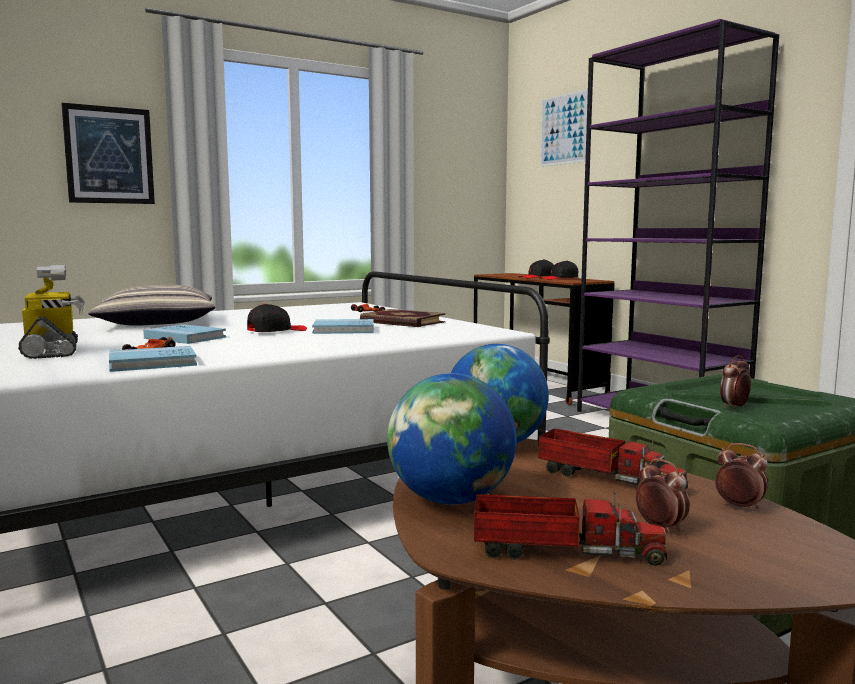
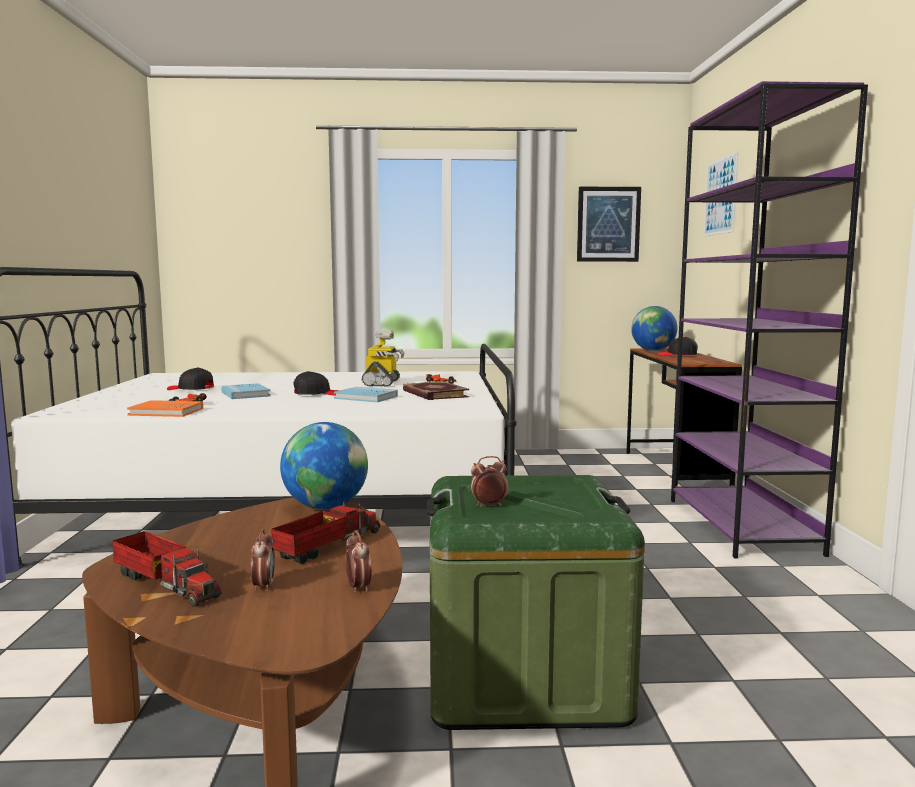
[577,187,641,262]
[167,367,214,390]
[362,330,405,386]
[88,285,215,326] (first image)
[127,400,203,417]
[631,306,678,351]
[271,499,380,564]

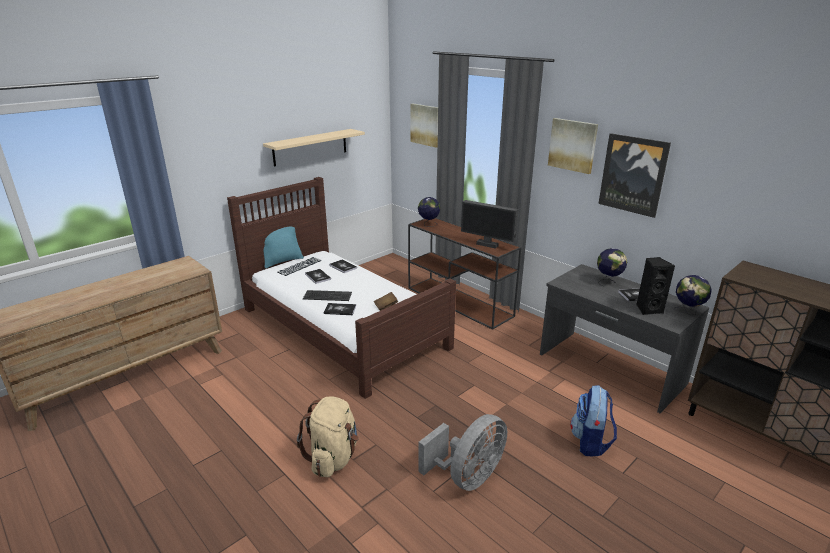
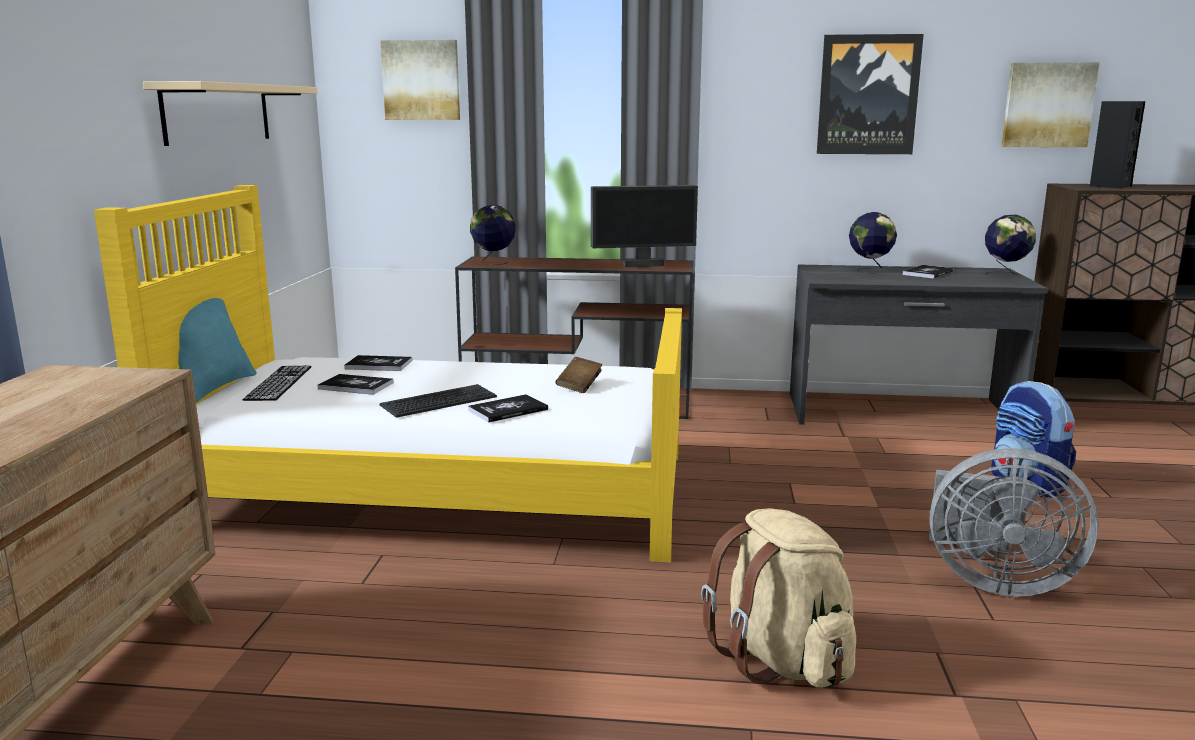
[1001,62,1100,147]
[94,185,682,562]
[1090,101,1145,189]
[929,448,1098,596]

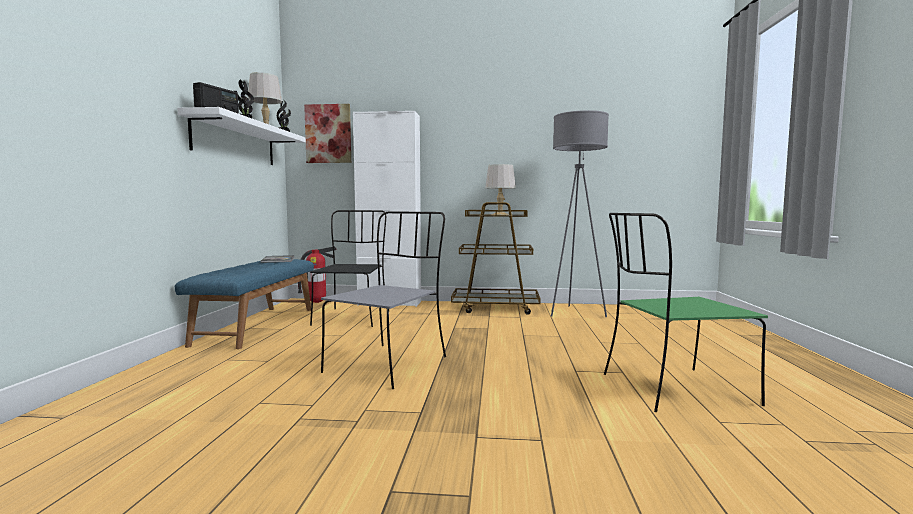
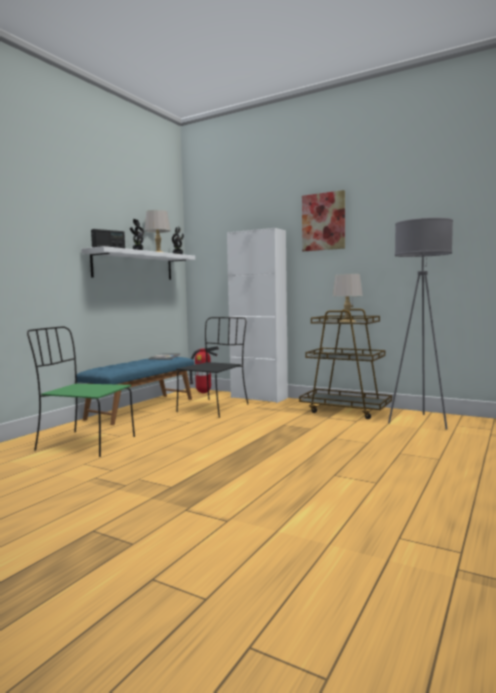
[302,190,345,251]
[321,212,446,389] (first image)
[27,326,135,457]

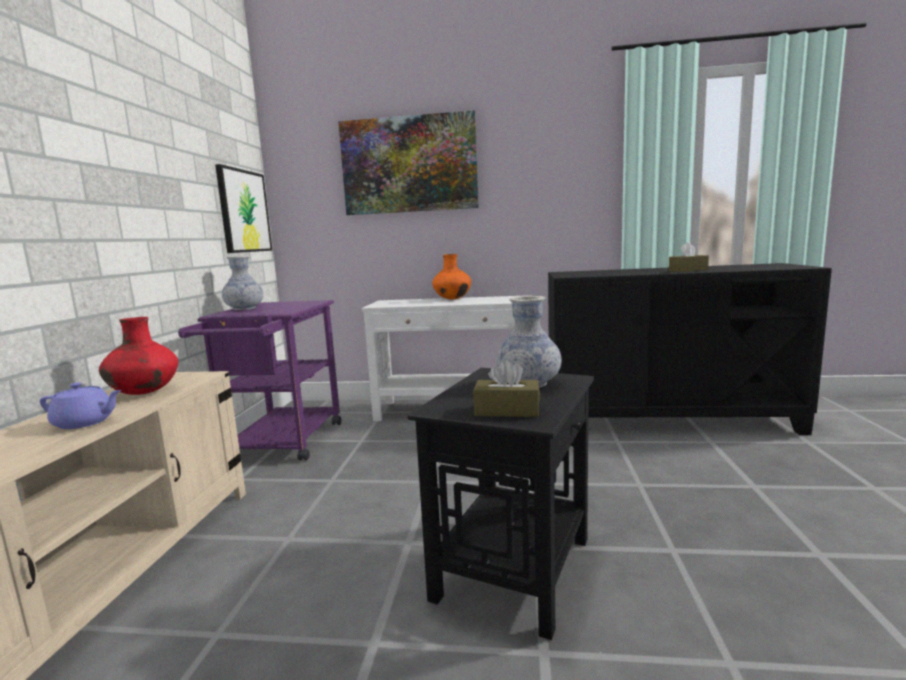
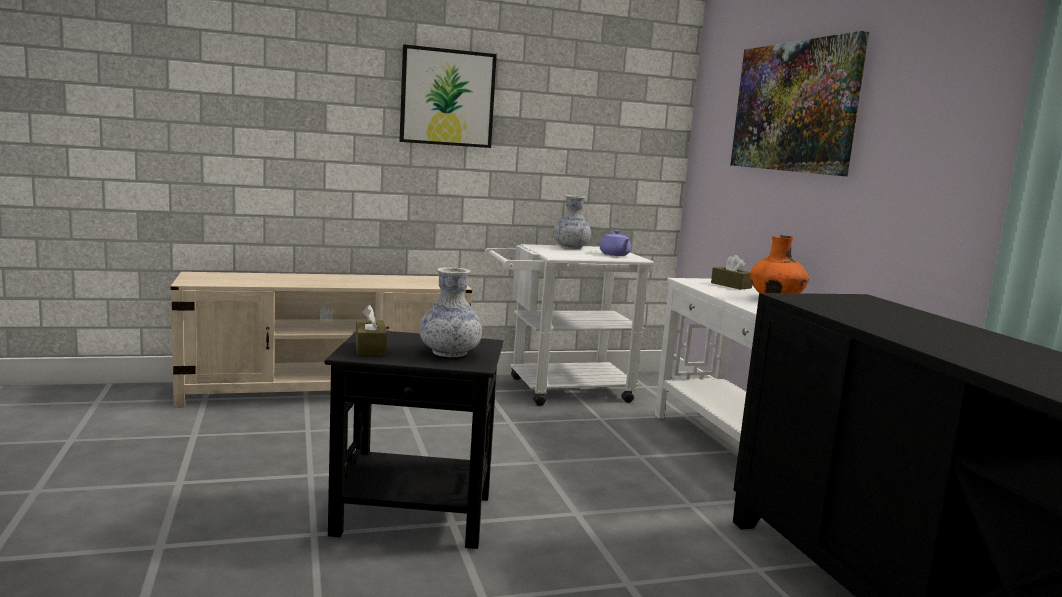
[399,44,497,148]
[711,255,752,290]
[485,244,654,406]
[99,317,178,395] (first image)
[600,230,631,256]

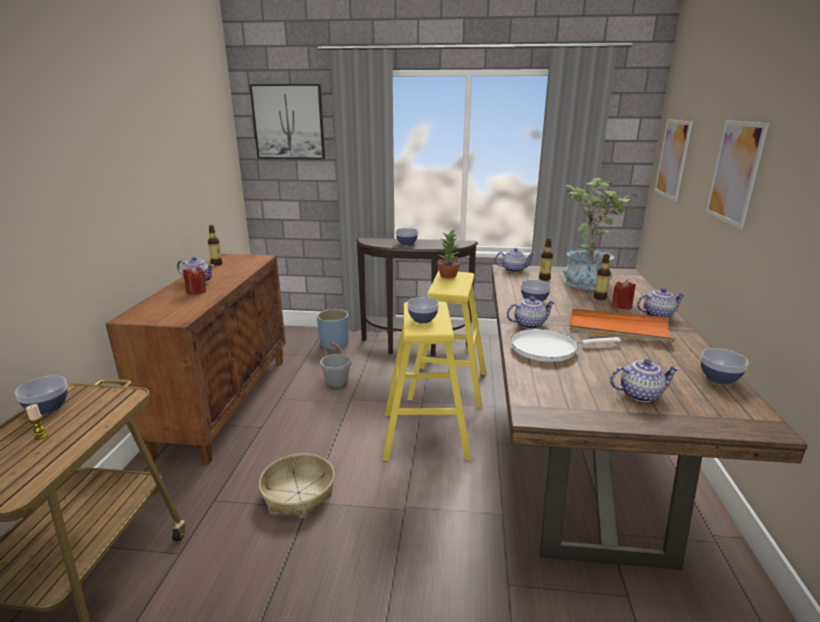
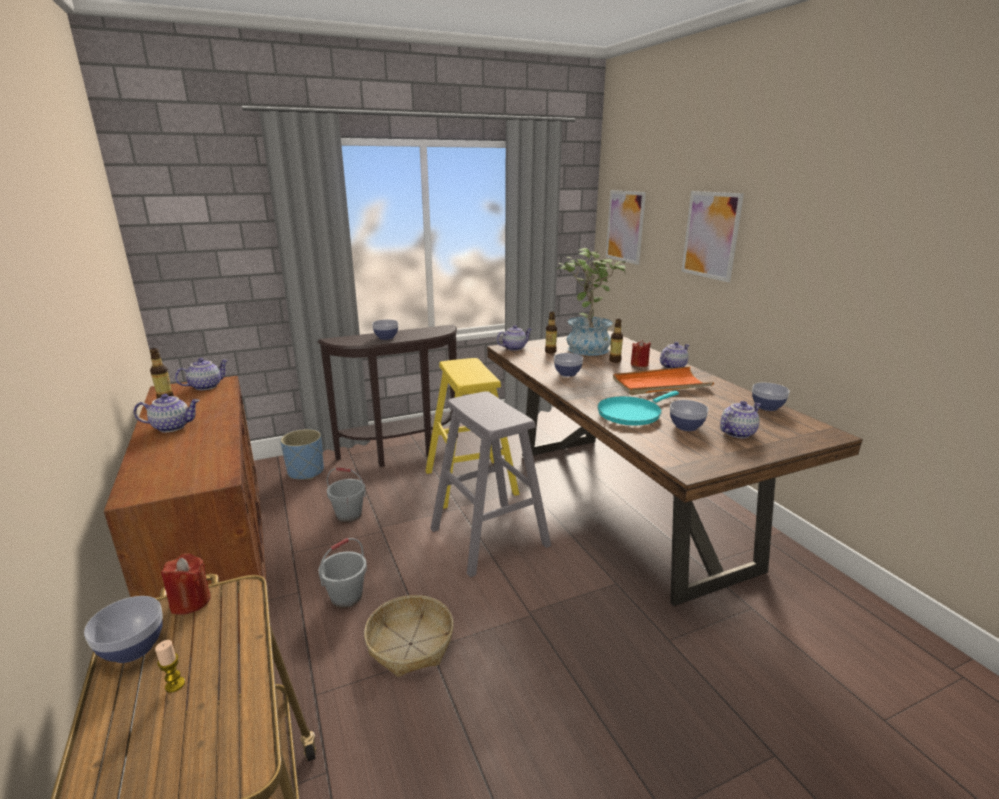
[249,84,325,159] (first image)
[437,229,460,278] (first image)
[161,553,211,615]
[175,358,228,390]
[670,400,709,431]
[430,391,551,577]
[597,391,679,426]
[319,538,367,608]

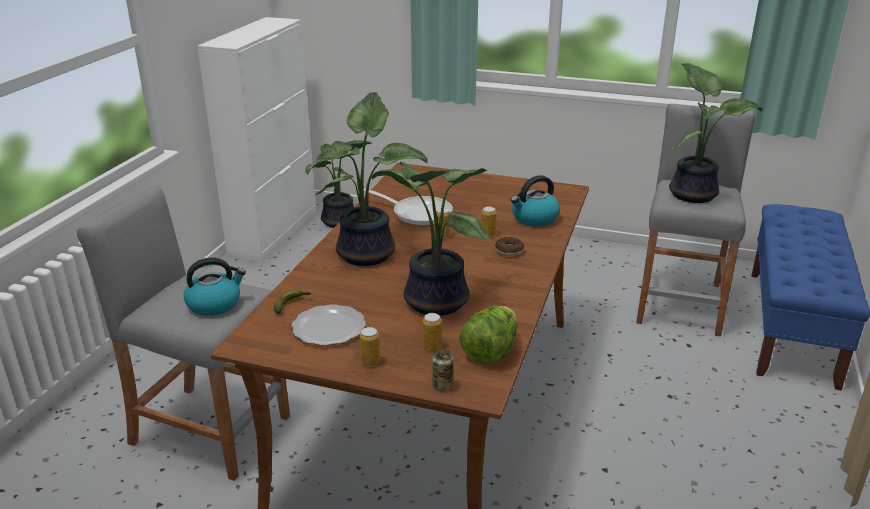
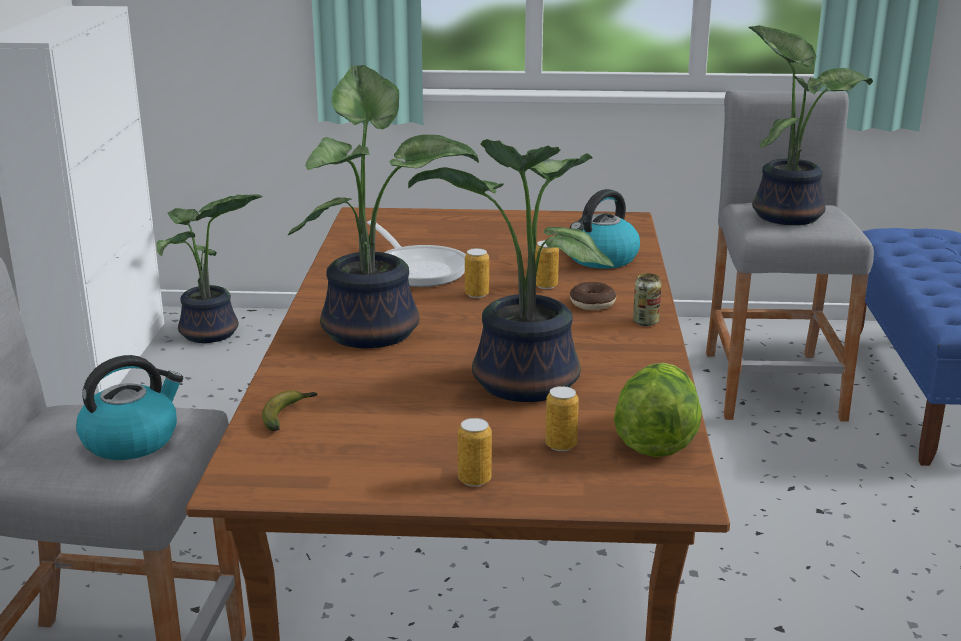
[367,220,466,287]
[292,304,366,346] (first image)
[633,273,662,326]

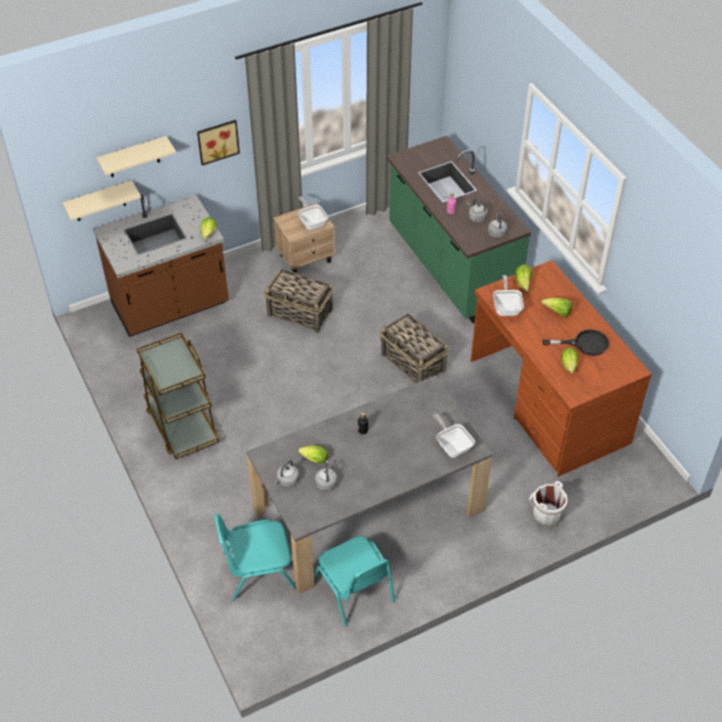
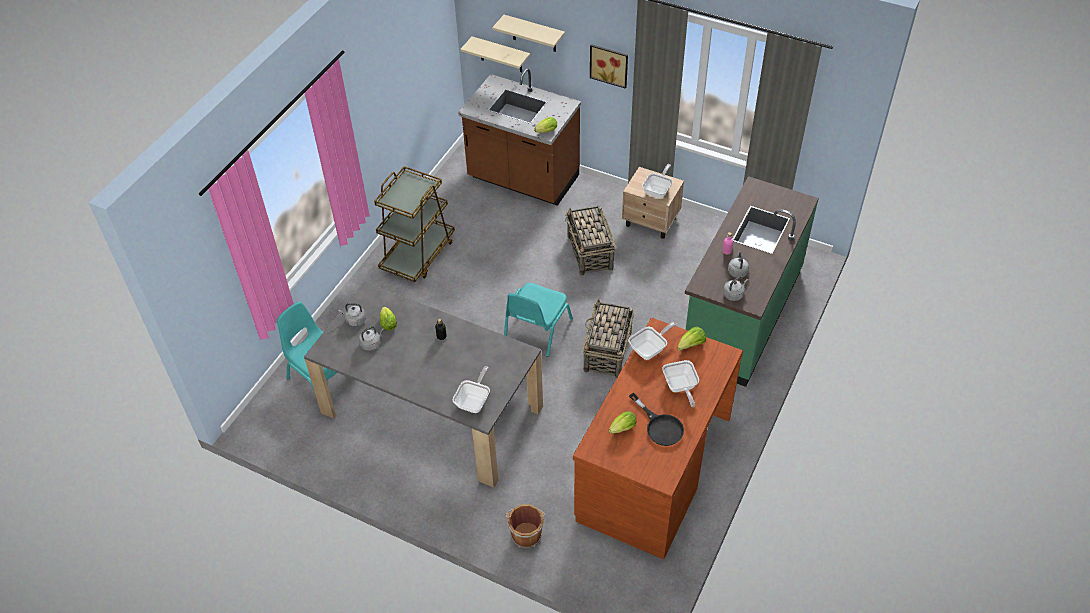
[662,360,699,407]
[506,504,545,548]
[504,283,573,357]

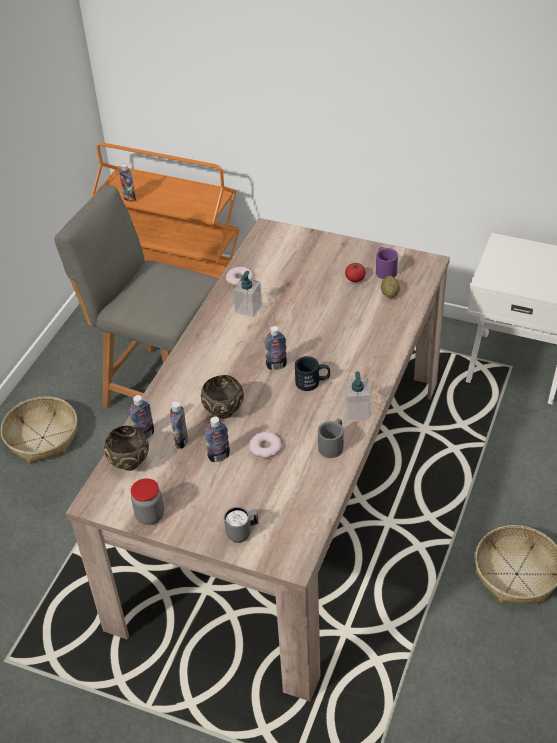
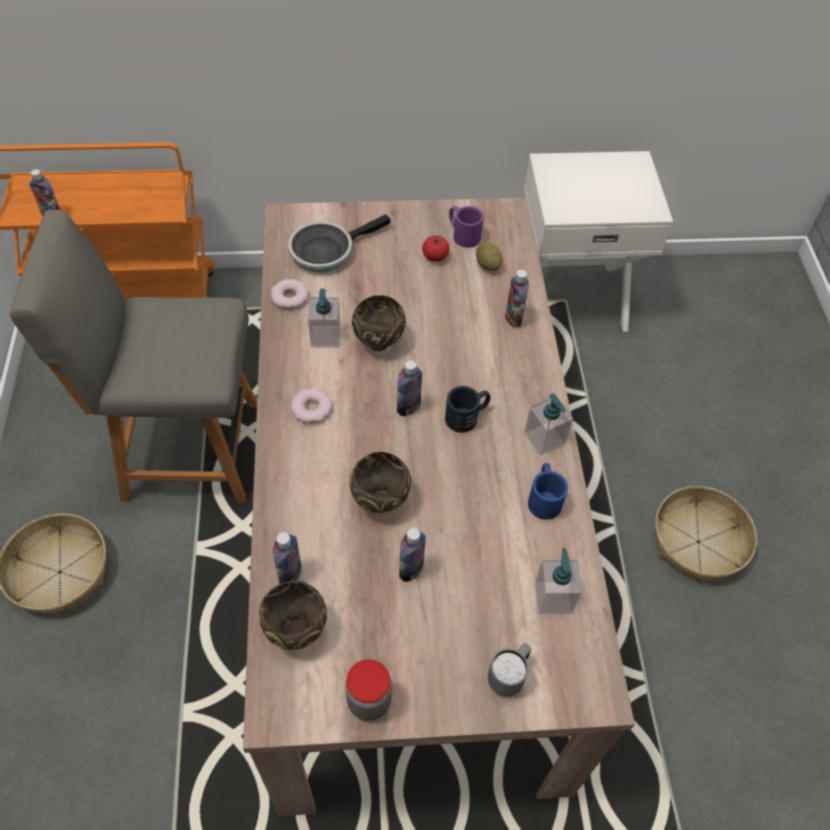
[505,270,529,328]
[528,463,568,520]
[290,388,333,423]
[288,214,391,272]
[352,295,406,351]
[535,548,582,614]

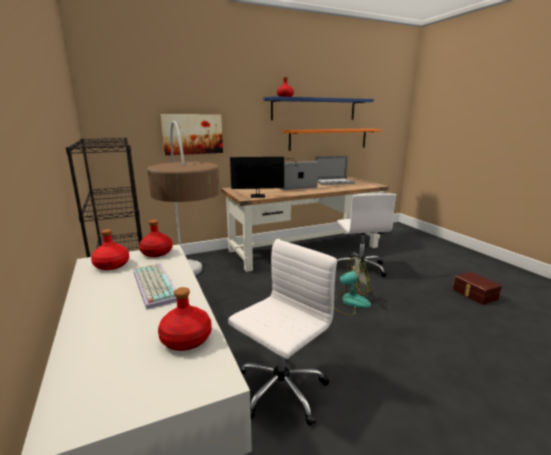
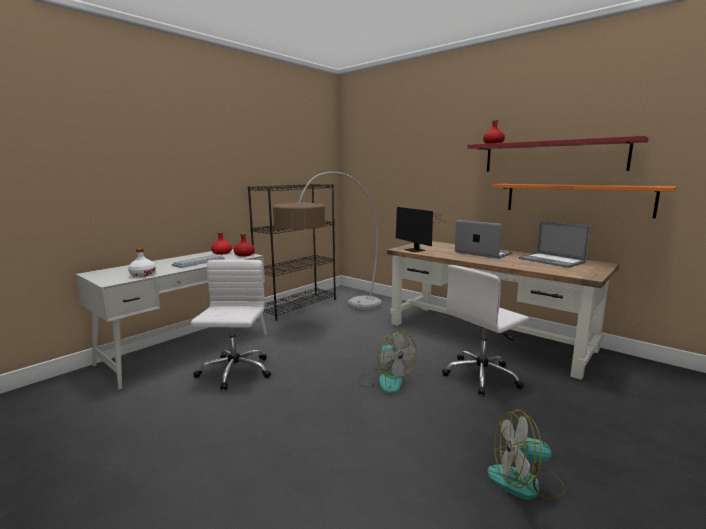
[467,136,649,171]
[161,114,223,155] (first image)
[191,260,271,390]
[487,409,566,500]
[128,248,156,277]

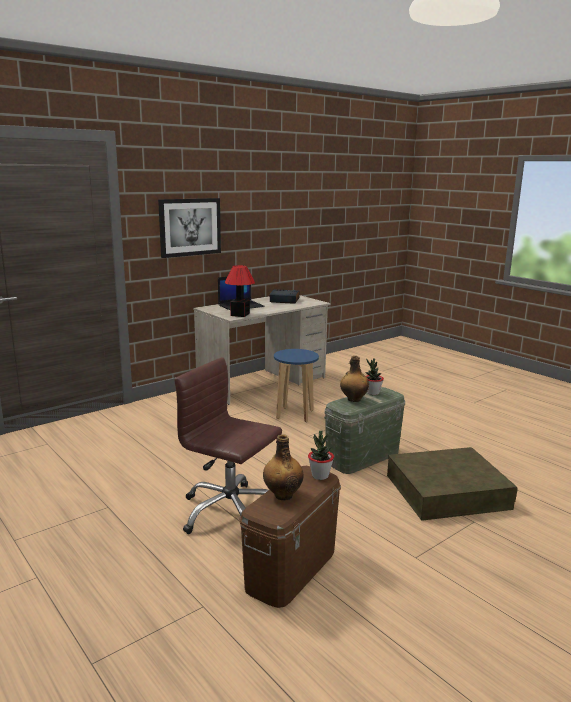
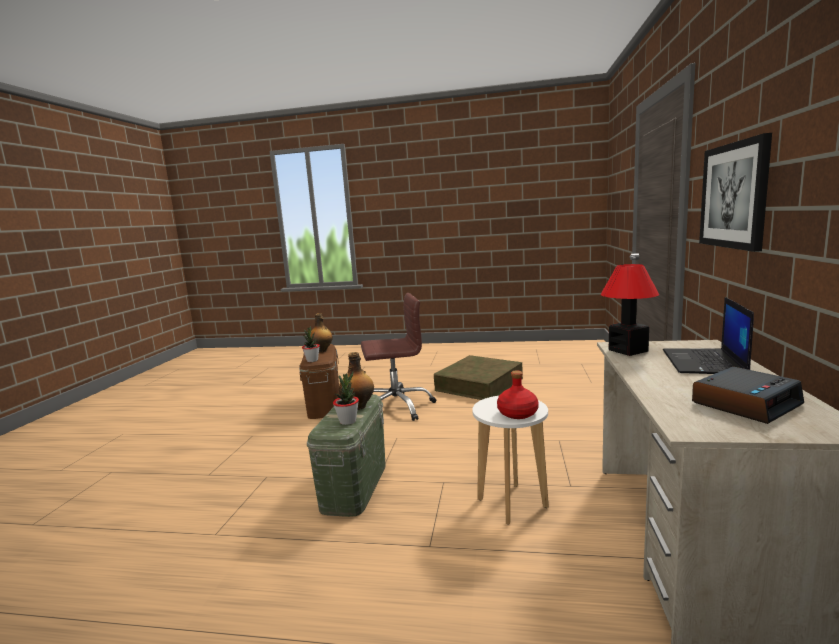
[472,396,549,524]
[434,355,523,400]
[497,370,539,419]

